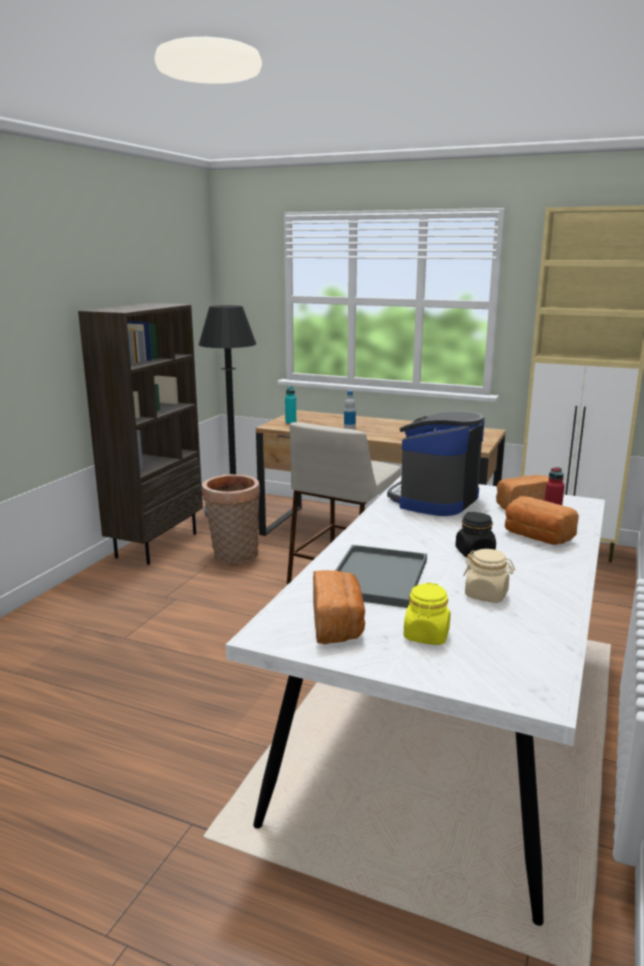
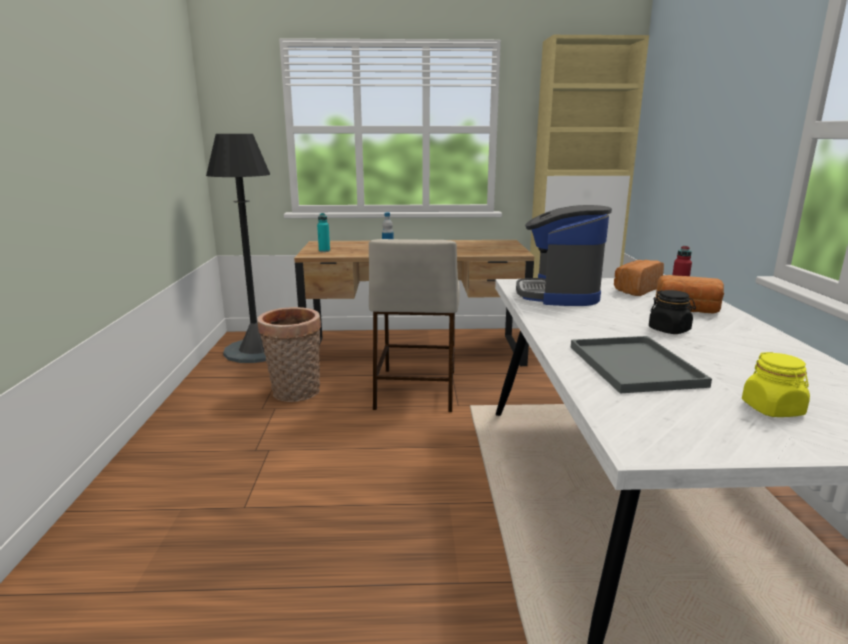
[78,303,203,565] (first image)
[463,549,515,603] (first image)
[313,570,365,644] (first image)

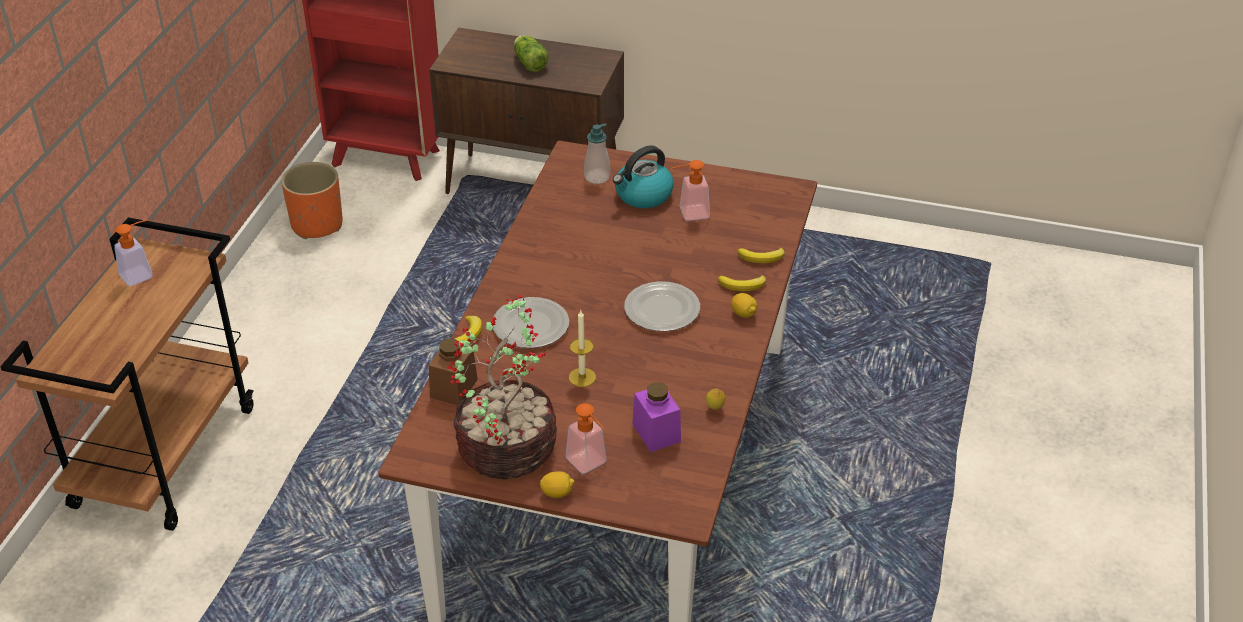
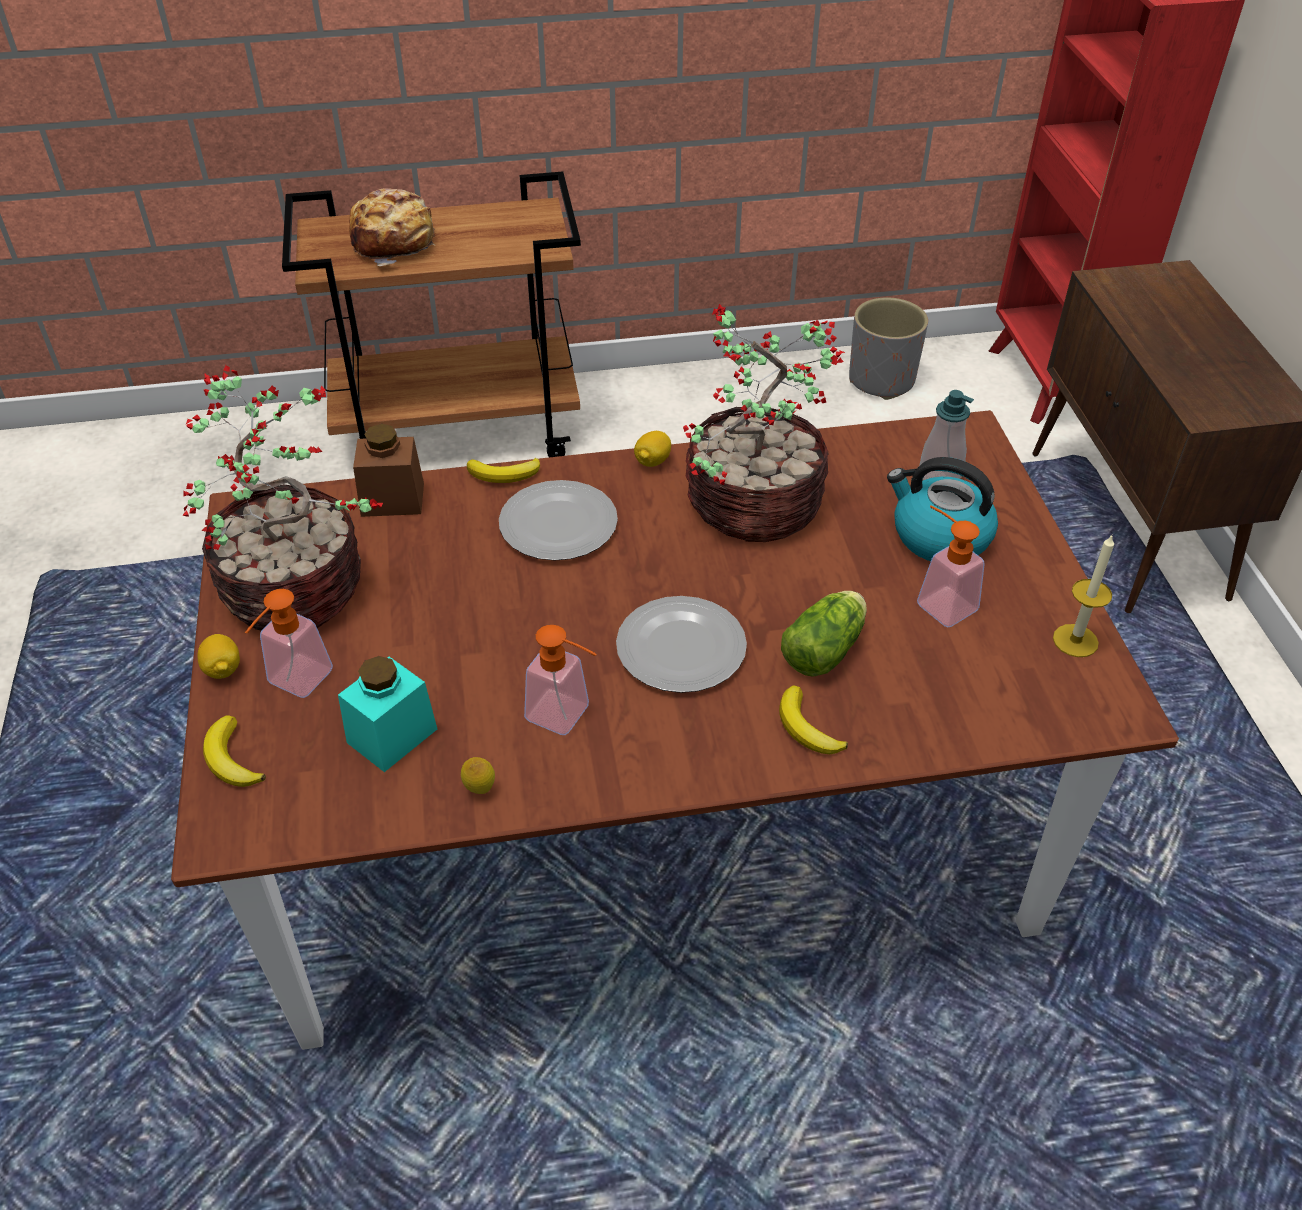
[781,591,867,677]
[849,298,928,400]
[524,625,597,735]
[203,715,266,787]
[634,431,671,467]
[1053,534,1114,657]
[338,656,437,772]
[349,188,435,266]
[683,304,845,542]

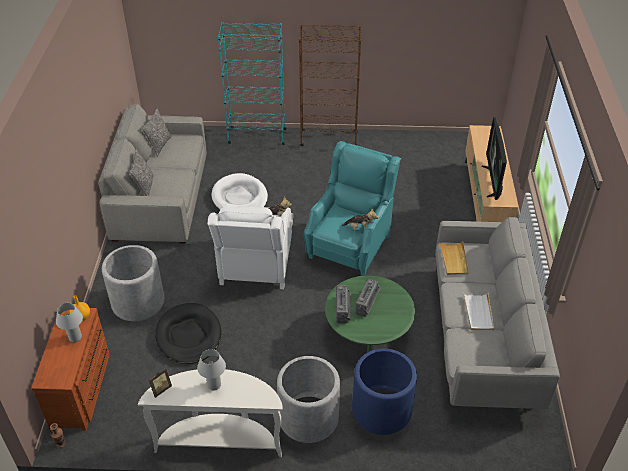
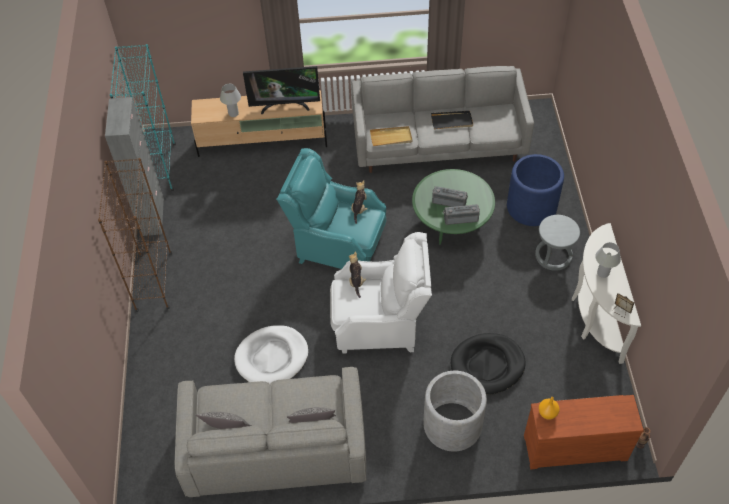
[110,44,176,191]
[431,111,473,130]
[220,84,241,117]
[535,215,580,271]
[105,97,164,236]

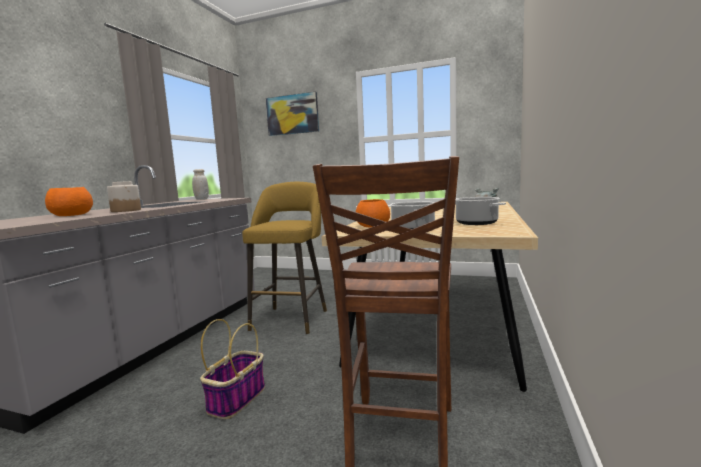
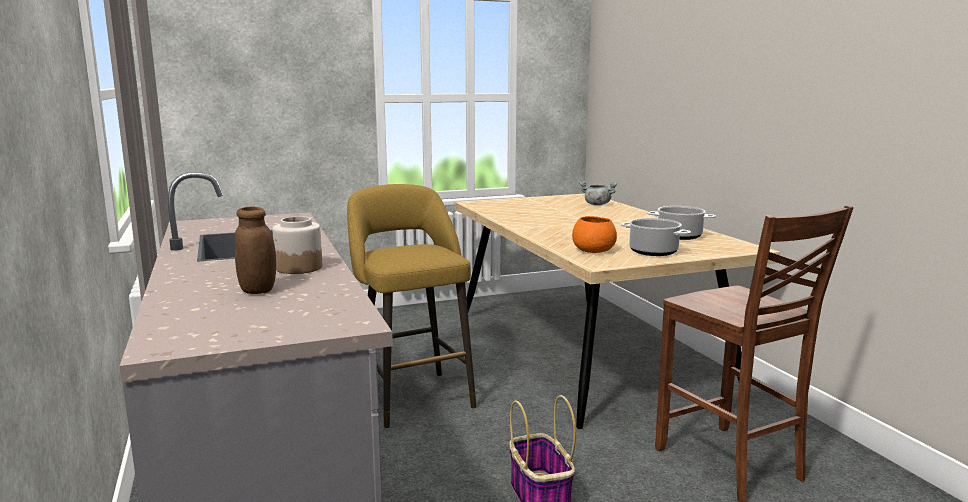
[266,92,319,136] (first image)
[192,169,209,200] (first image)
[235,207,276,294]

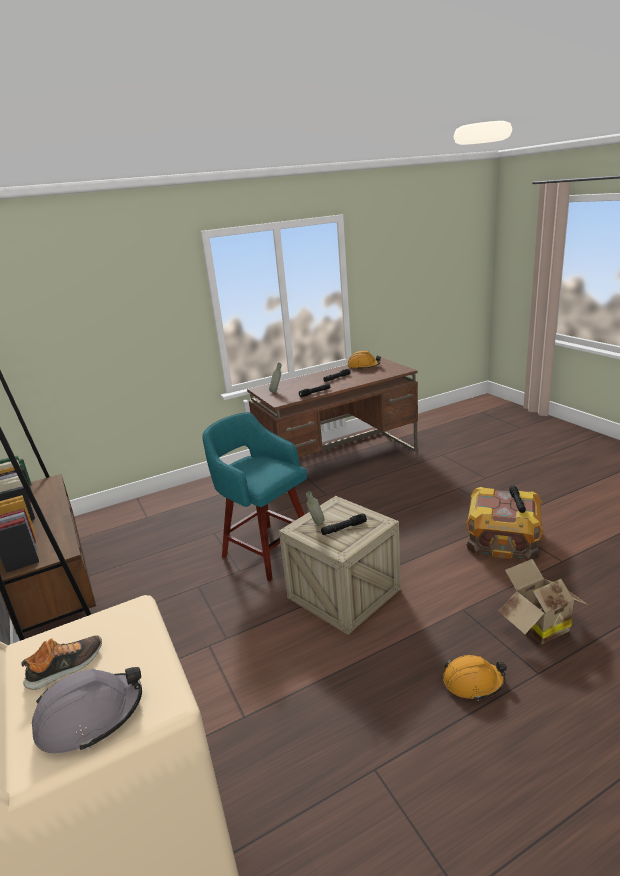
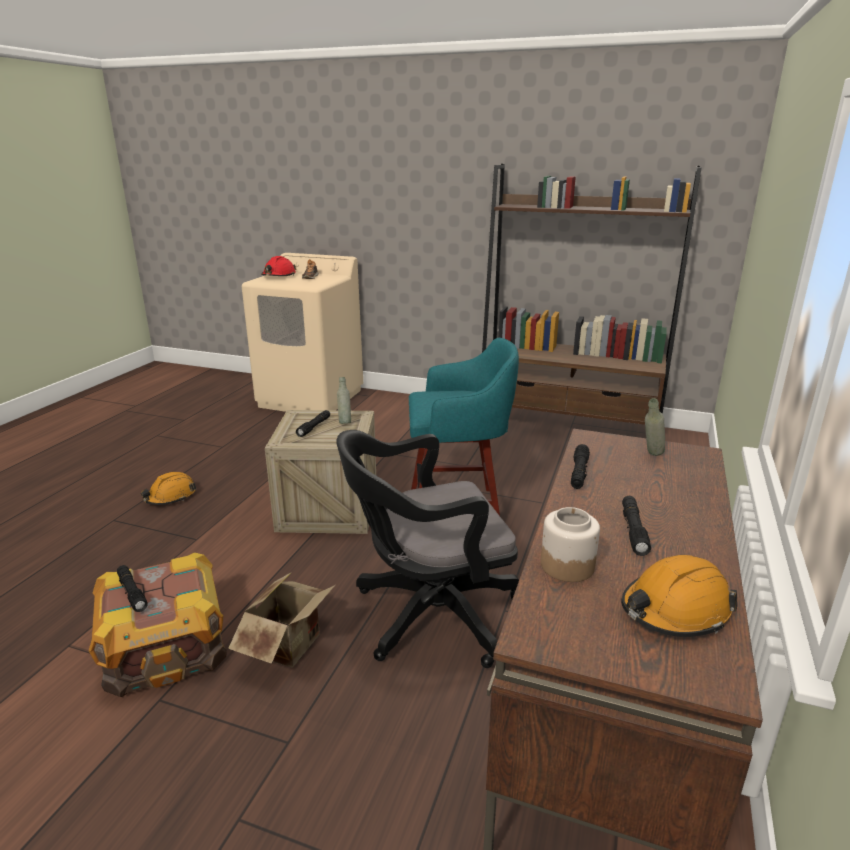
[228,573,335,667]
[261,256,297,276]
[336,430,519,668]
[541,507,600,582]

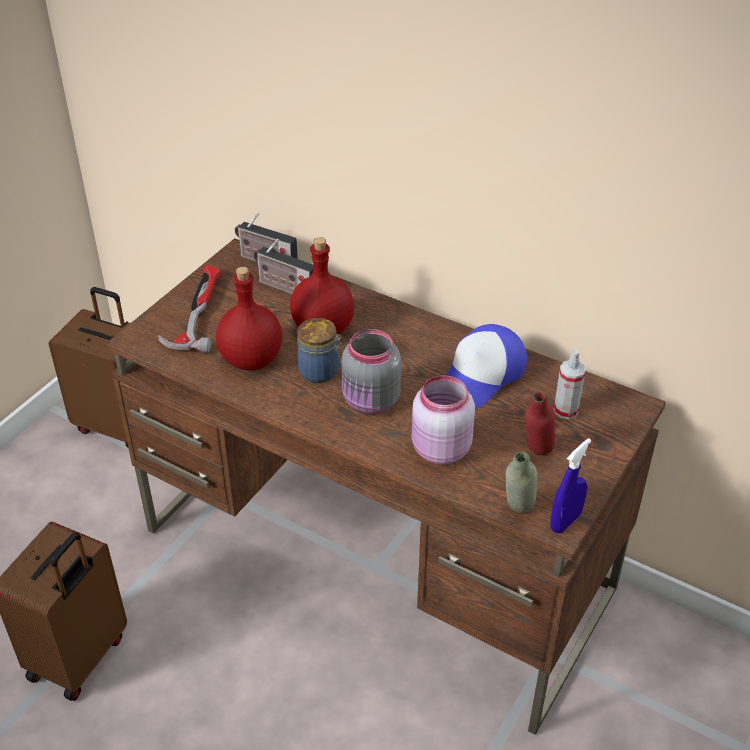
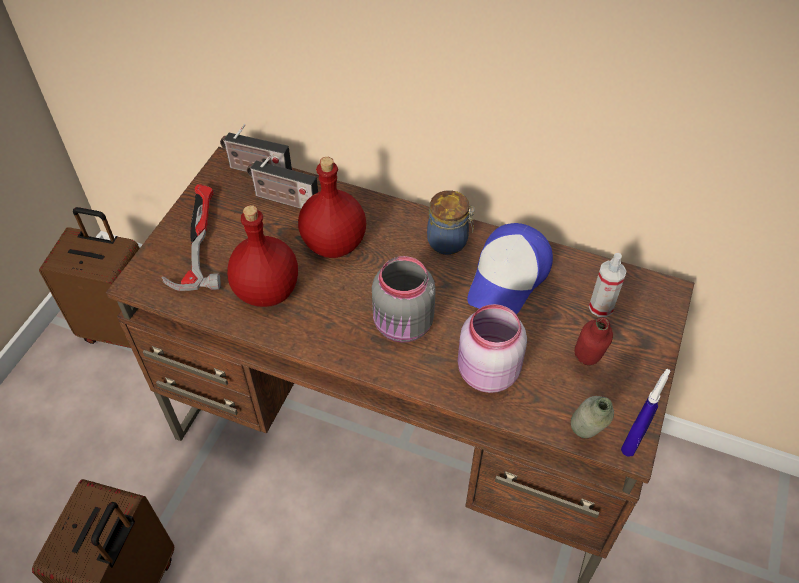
[427,190,475,255]

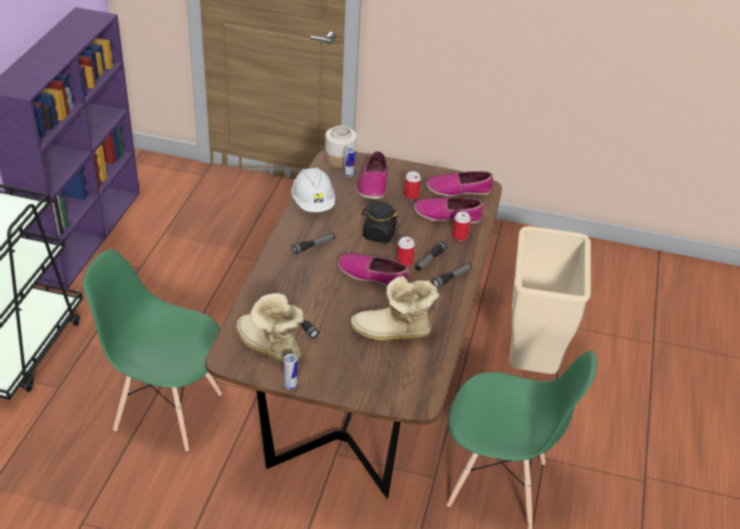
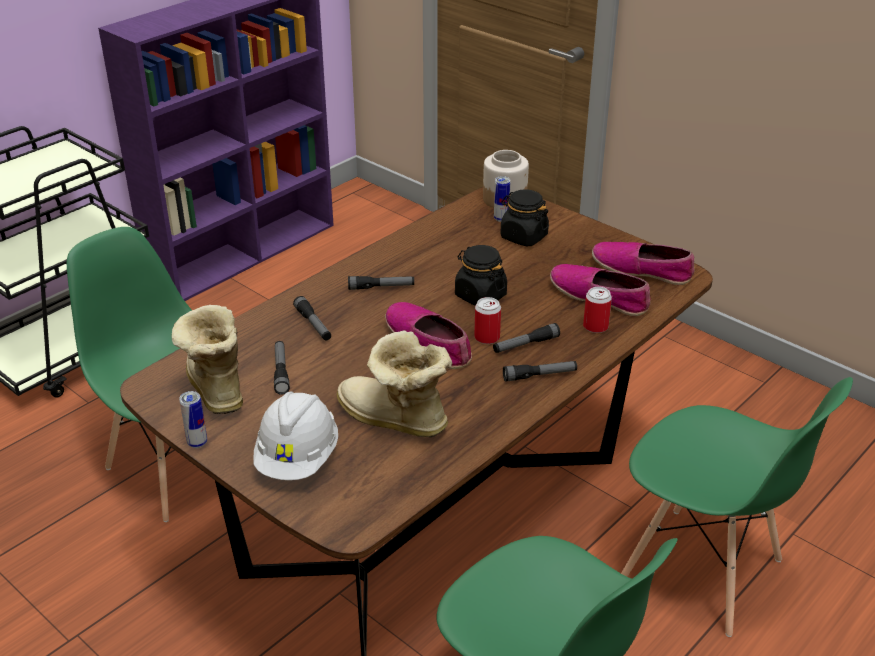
[501,189,549,246]
[254,391,338,480]
[404,171,421,200] (first image)
[621,377,853,637]
[293,296,331,340]

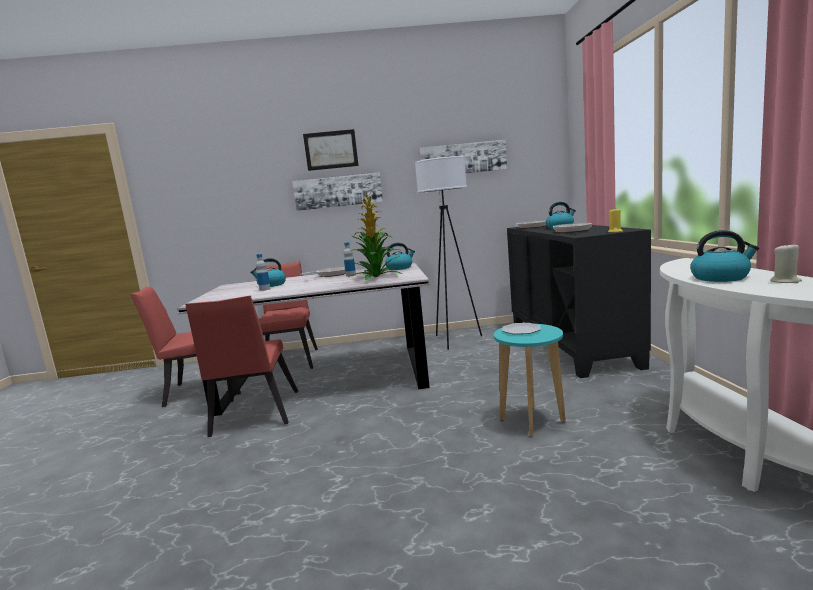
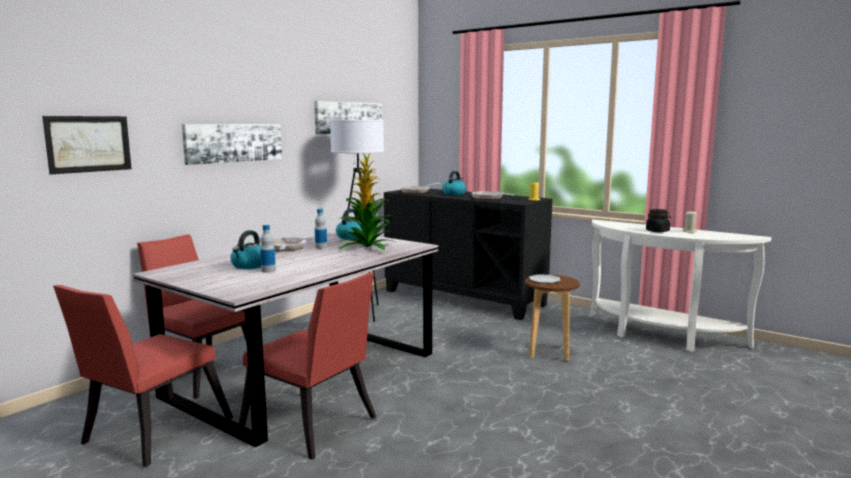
[42,116,132,174]
[646,209,671,232]
[525,275,580,361]

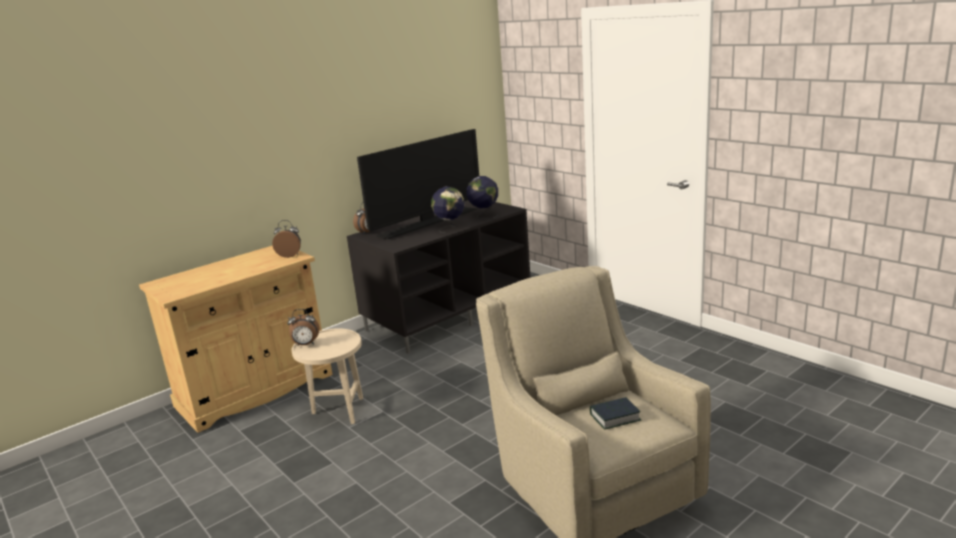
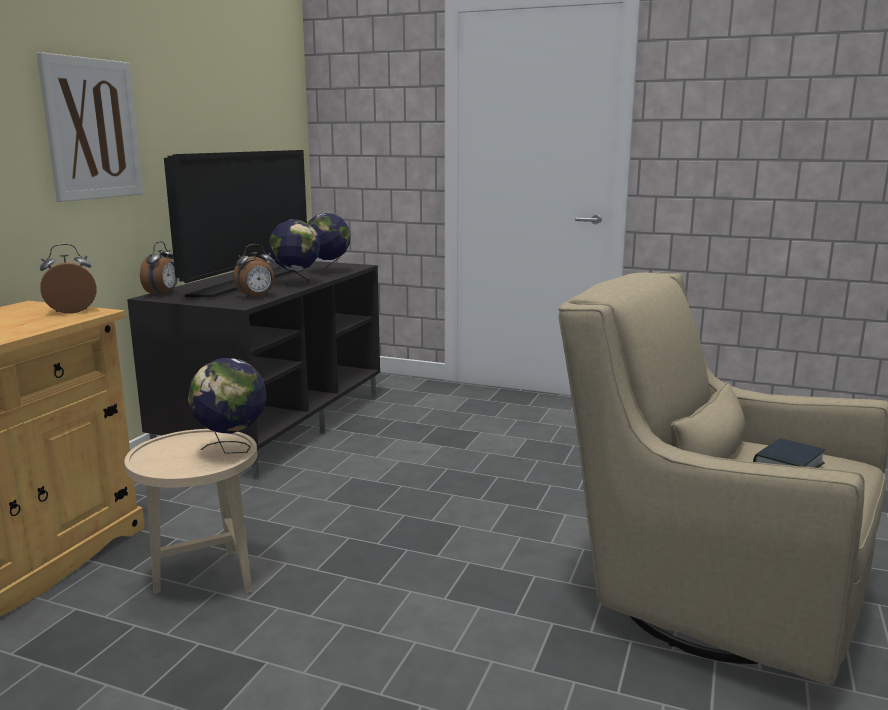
[233,244,275,299]
[37,52,143,202]
[188,358,266,454]

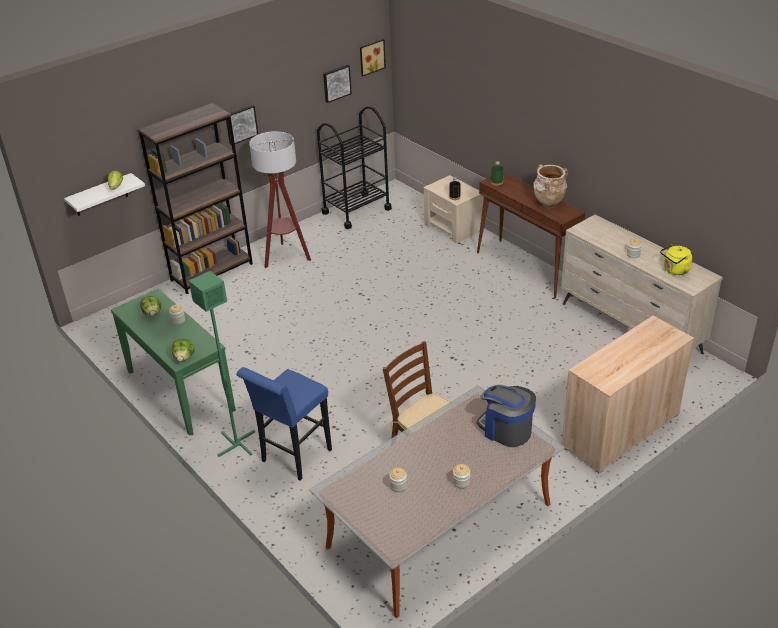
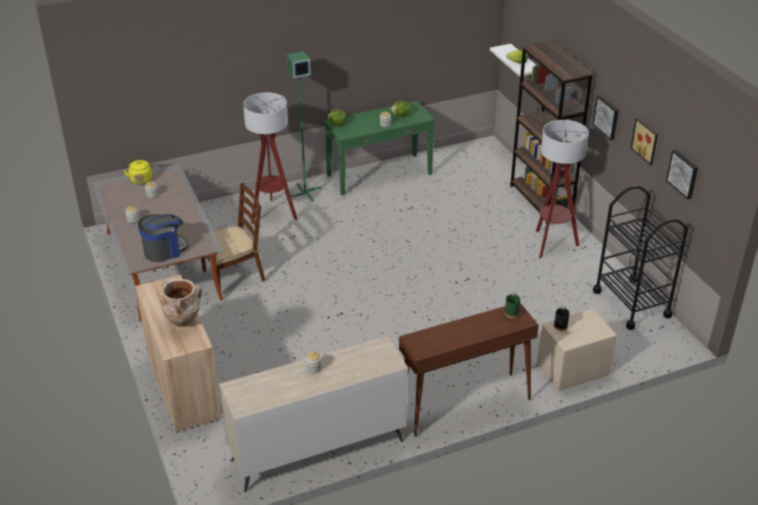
[631,118,658,165]
[161,279,202,327]
[123,158,152,185]
[243,92,297,224]

